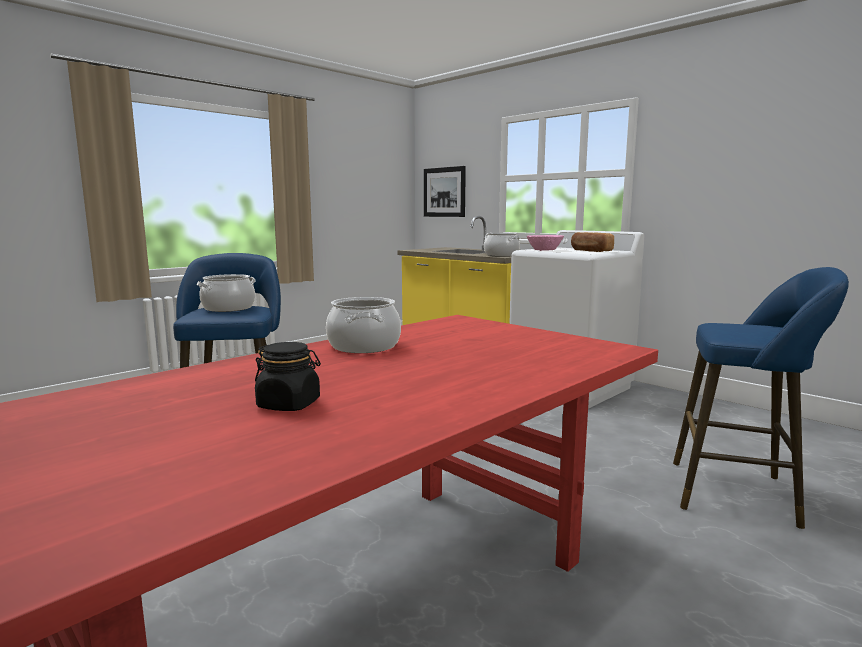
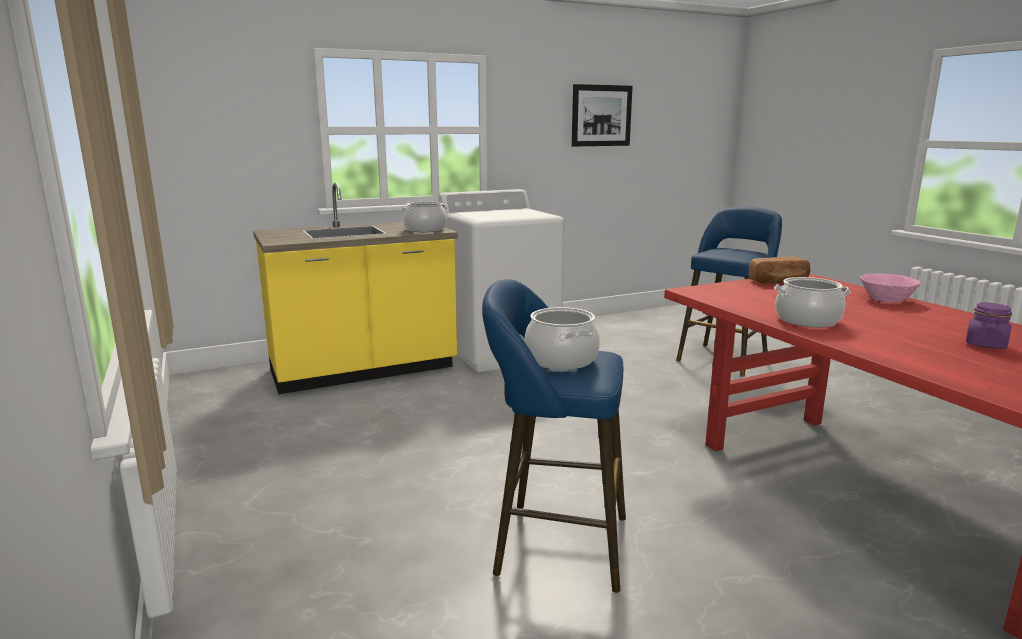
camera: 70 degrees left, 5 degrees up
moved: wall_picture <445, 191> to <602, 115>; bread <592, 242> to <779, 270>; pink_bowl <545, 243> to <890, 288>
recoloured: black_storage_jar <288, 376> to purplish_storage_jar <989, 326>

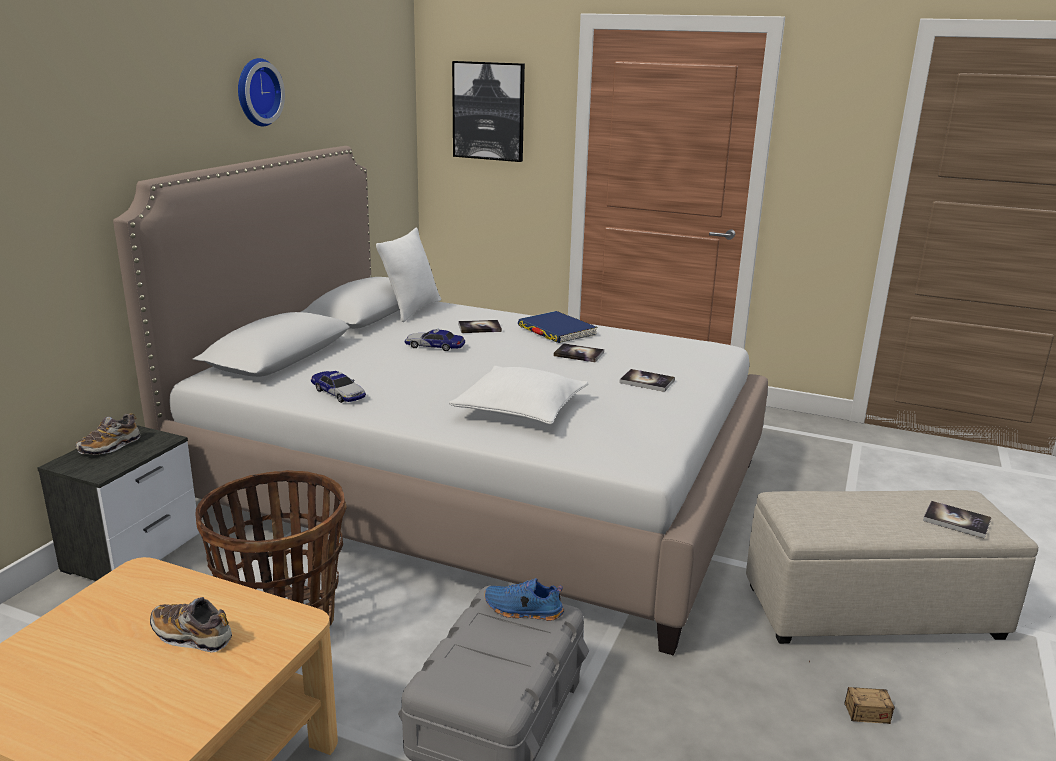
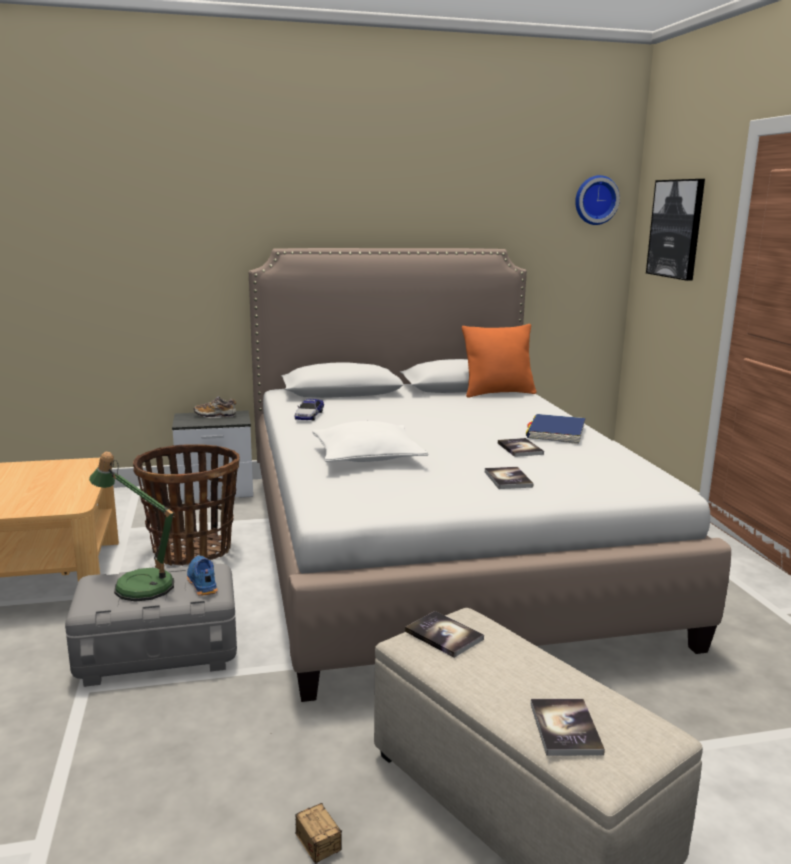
camera: 55 degrees right, 5 degrees down
removed: item_of_footwear <191, 625>; toy_car <435, 340>
added: lamp_for_a_table <132, 526>
moved: bound_book <480, 326> to <444, 634>; clock_on_the_wall <261, 92> to <597, 200>
recoloured: white-coloured_pillow <408, 275> to orange-coloured_pillow <499, 361>

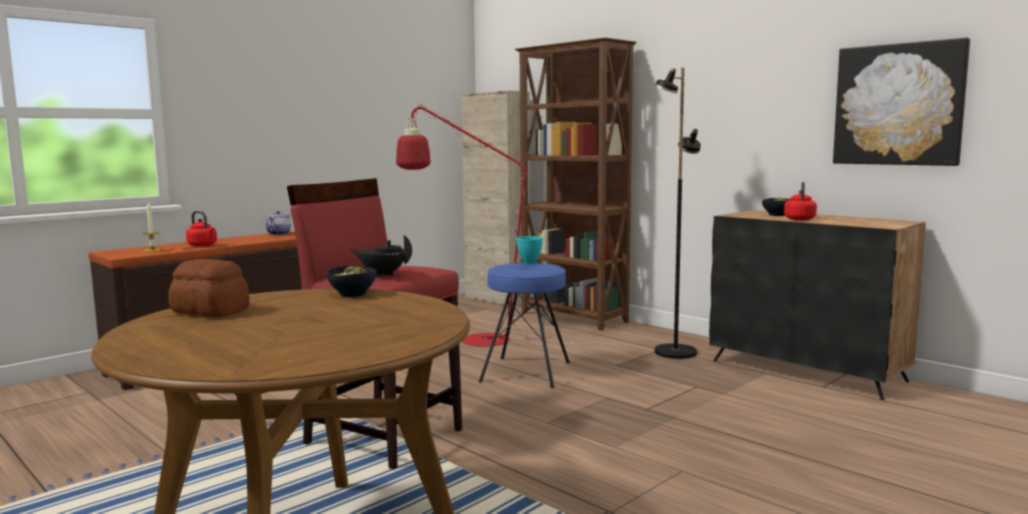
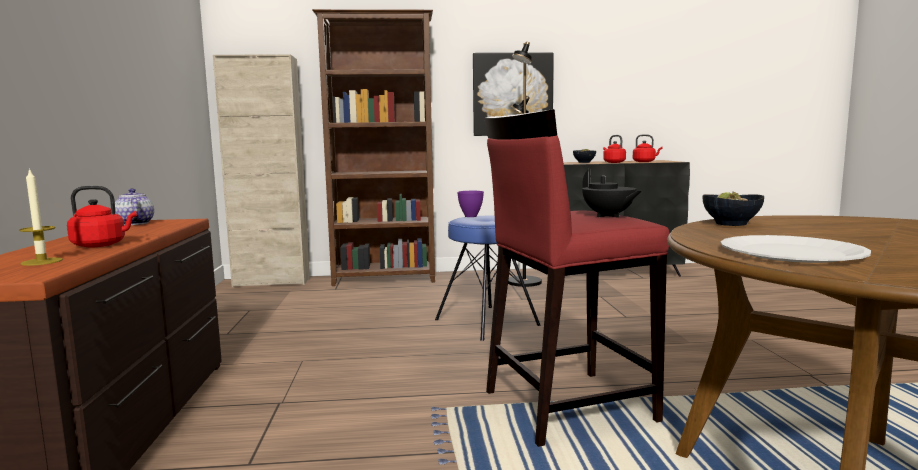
camera: 50 degrees left, 0 degrees up
removed: reddish_standing_lamp <507, 225>
added: reddish_water_kettle <648, 148>
moved: wall_picture <901, 102> to <513, 94>
replaced: bread <208, 288> to white-coloured_flat_dish <795, 249>
recoloured: turquoise-coloured_bowl <529, 250> to purplish_bowl <470, 204>
turned: black_tea_pot <381, 256> = <612, 193> 90 degrees counterclockwise

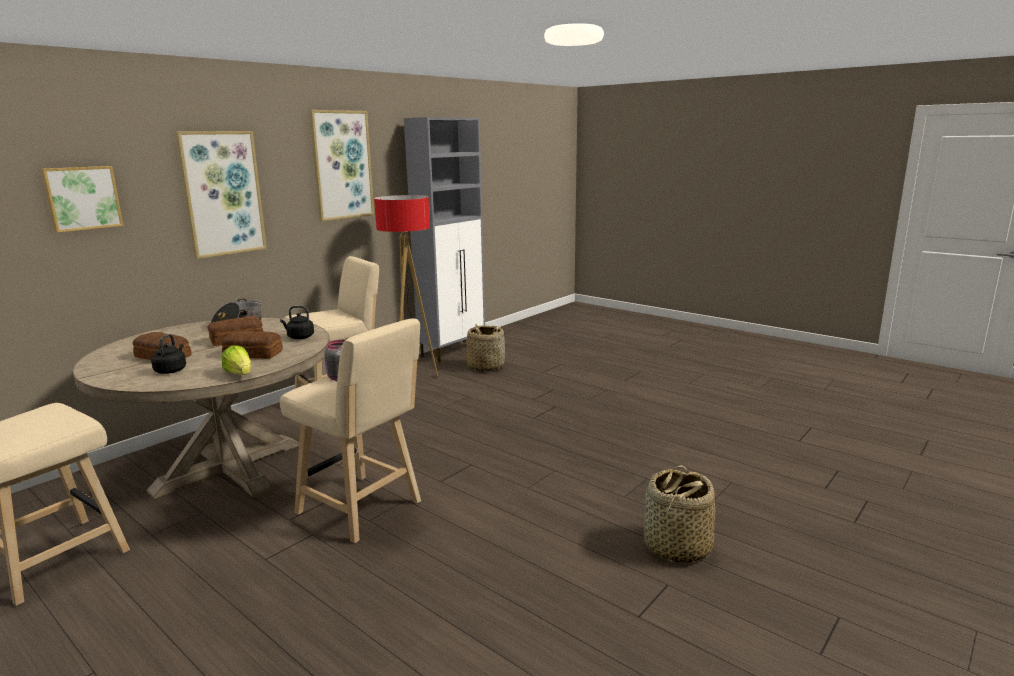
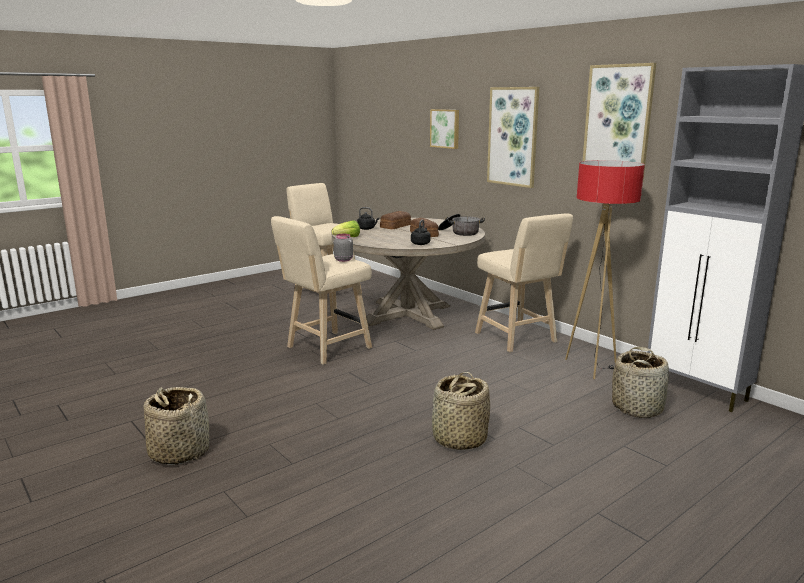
camera: 100 degrees right, 0 degrees up
removed: bread <252, 345>
added: basket <461, 411>

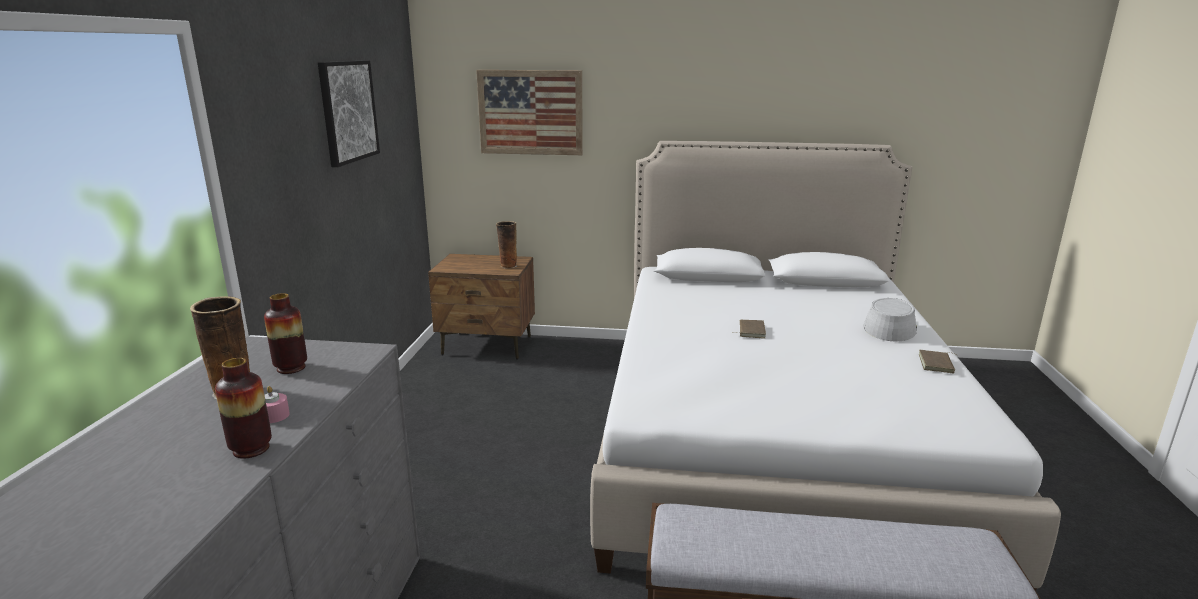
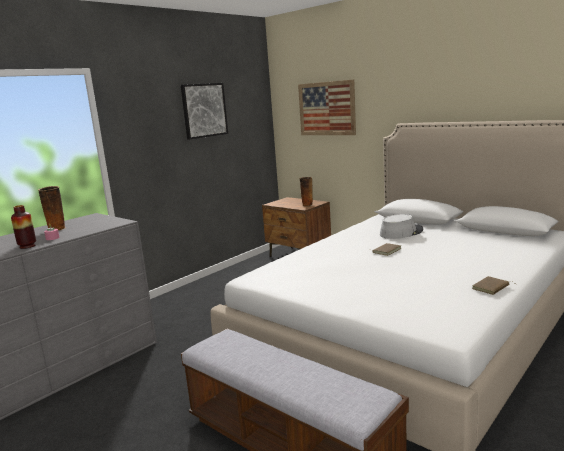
camera: 35 degrees right, 5 degrees down
removed: vase <285, 333>
moved: gray_clothing_hat <890, 319> to <401, 226>

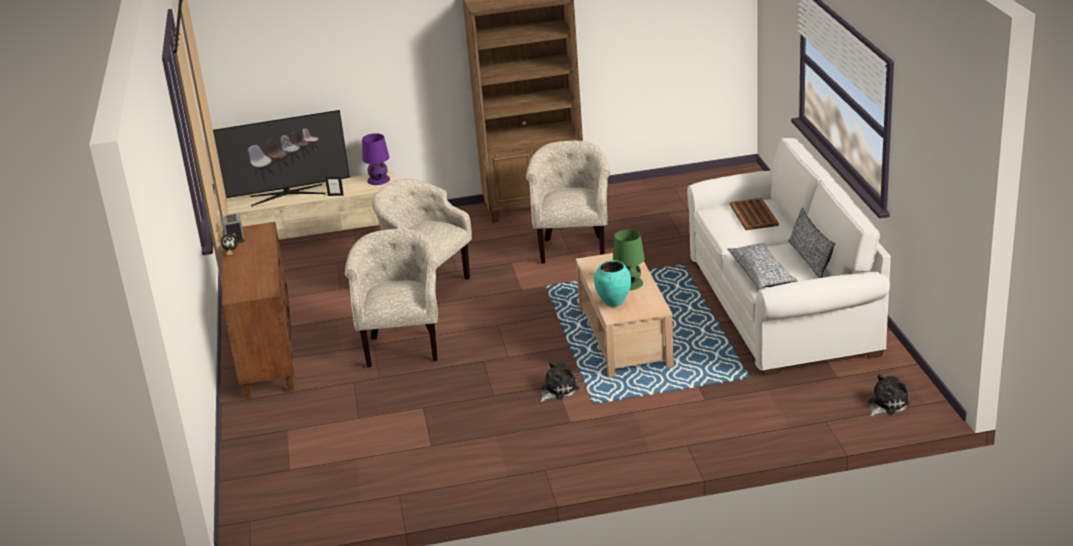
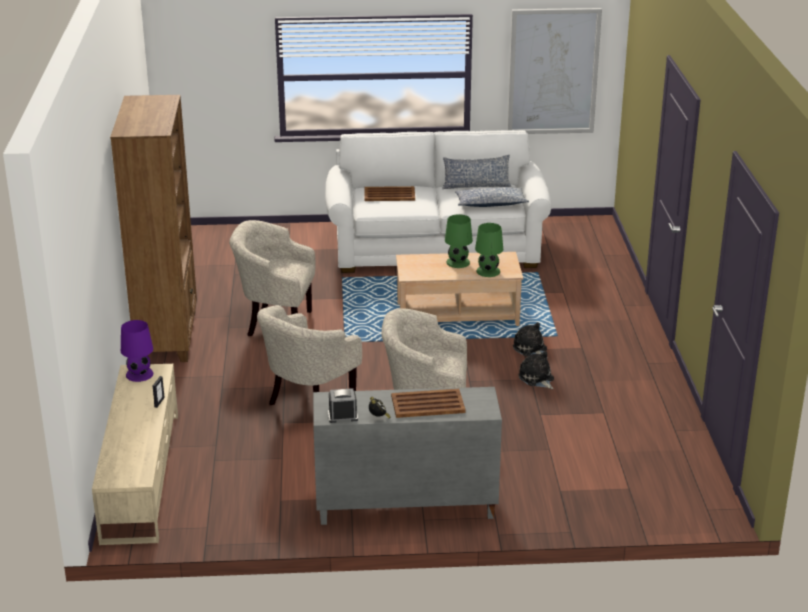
camera: 85 degrees left, 0 degrees up
removed: television <281, 158>
added: brownish_serving_tray <428, 403>; wall_picture <554, 71>
moved: soft_toy <889, 395> to <536, 370>
replaced: turquoise-coloured_vase <612, 283> to greenish_lamp_for_a_table <489, 250>
recoloured: brownish_cupboard <258, 310> to gray_cupboard <407, 456>

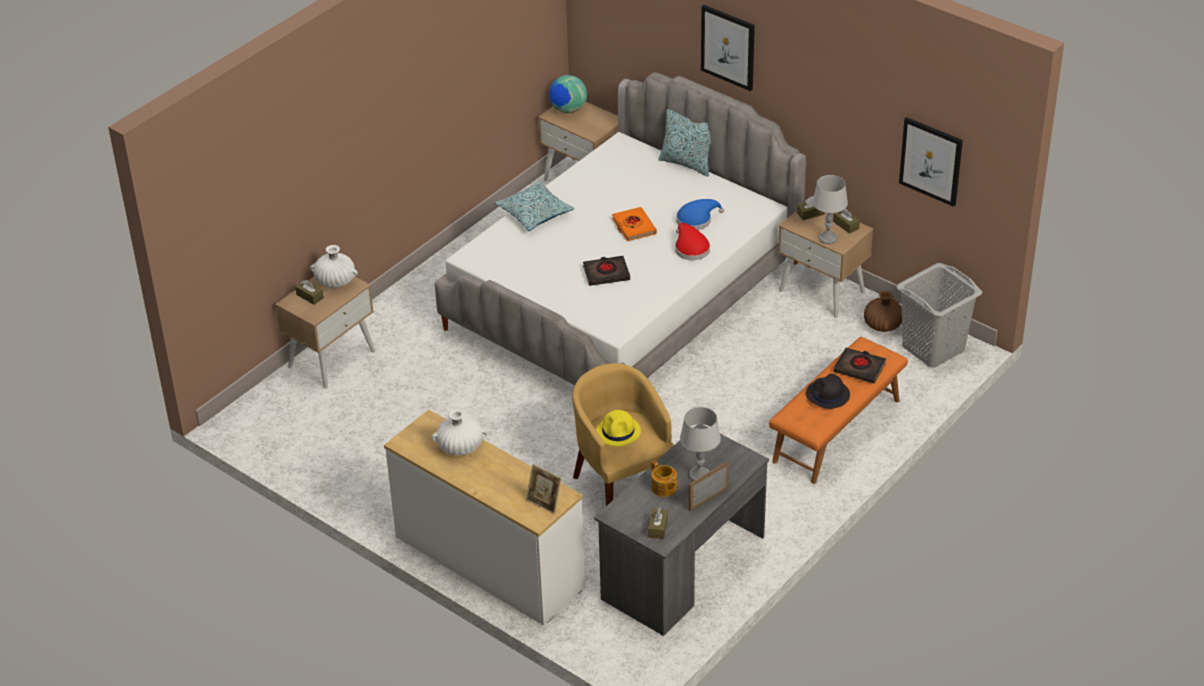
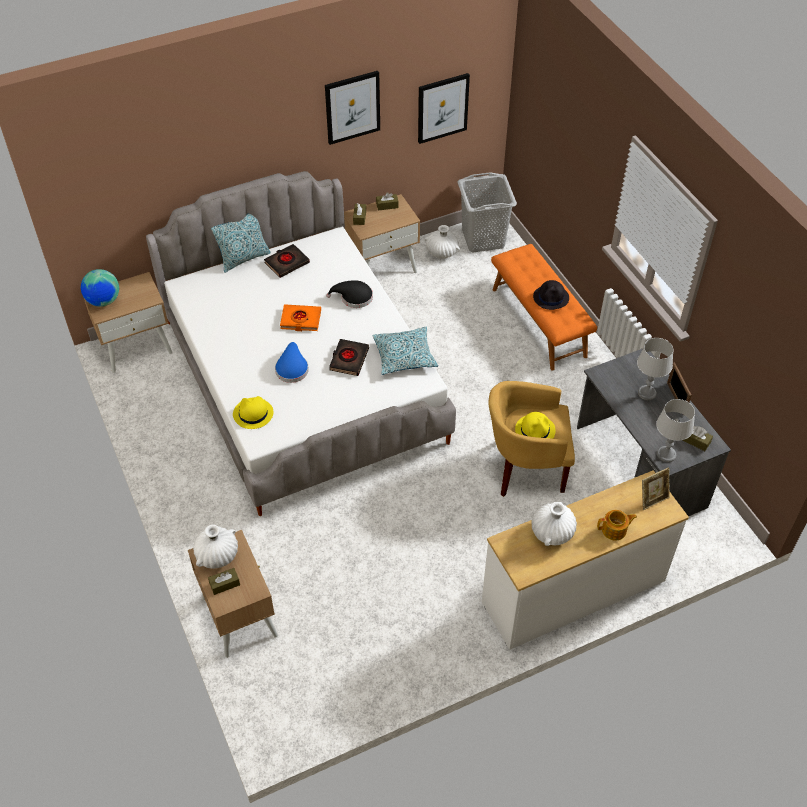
camera: 65 degrees left, 10 degrees up
added: yellow_clothing_hat <253, 412>
moved: black_bound_book <860, 366> to <287, 261>; blue-coloured_clothing_hat <700, 214> to <292, 362>; wall_picture <728, 48> to <352, 108>; pillow <535, 206> to <405, 351>; tea_pot <664, 478> to <617, 525>; gray_lamp_for_a_table <830, 209> to <675, 430>
recoloured: reddish_clothing_hat <692, 241> to black_clothing_hat <349, 294>; brownish_vase <883, 311> to white-coloured_vase <442, 242>

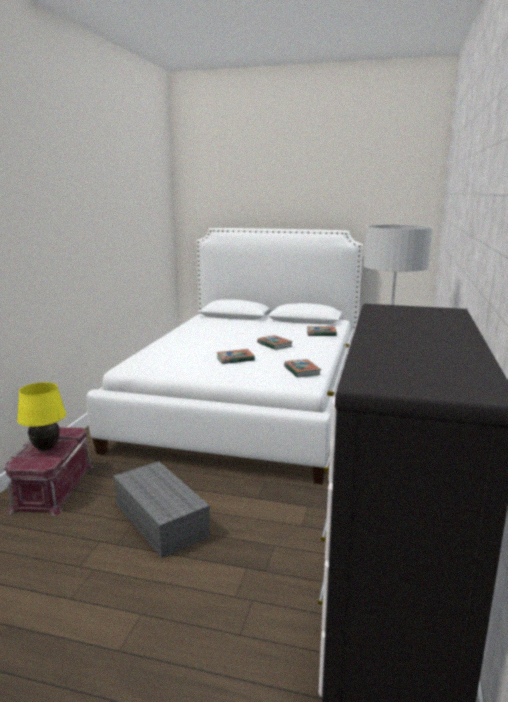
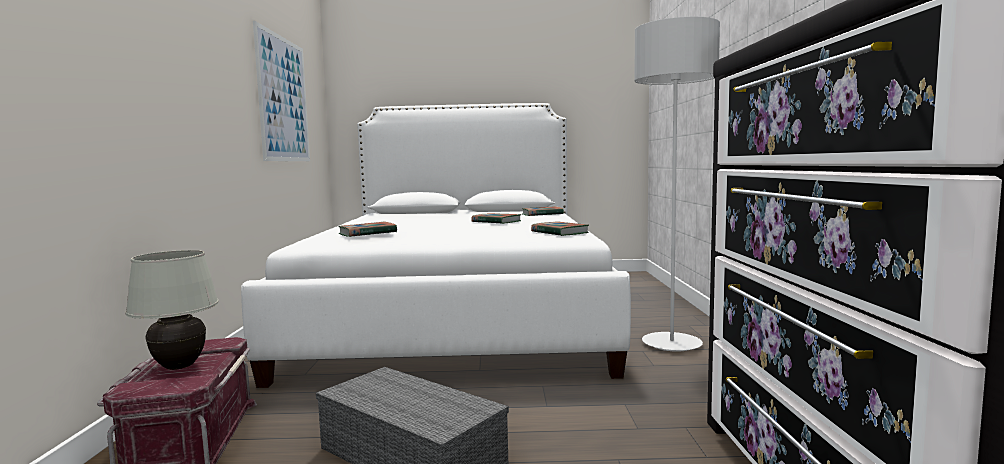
camera: 15 degrees left, 10 degrees down
added: wall_picture <281, 91>
moved: bound_book <235, 356> to <367, 229>
recoloured: yellow_lamp_for_a_table <41, 416> to white-coloured_lamp_for_a_table <172, 310>

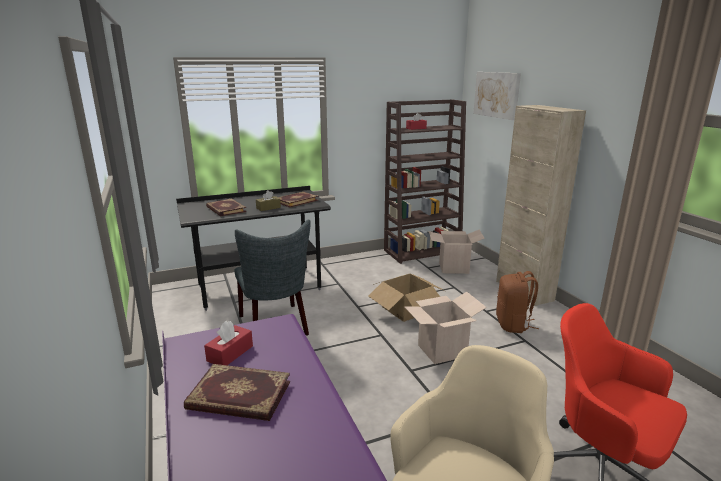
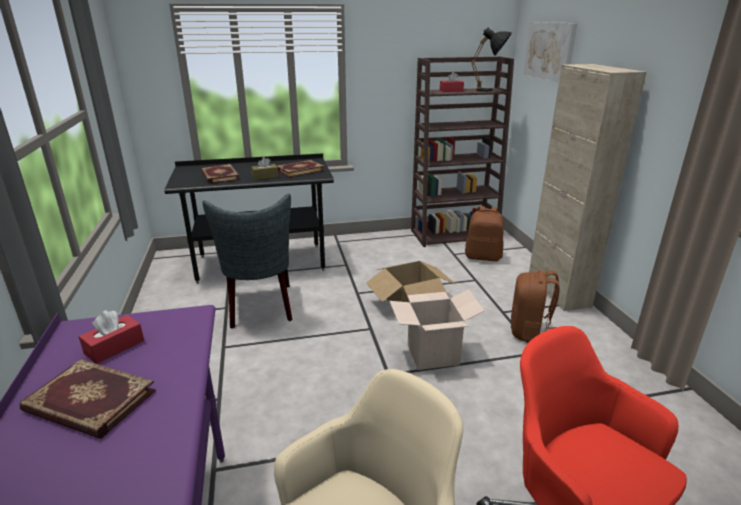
camera: 10 degrees right, 5 degrees up
added: black_lamp_for_a_table <491, 60>
replaced: carton <457, 252> to brownish_backpack <484, 233>

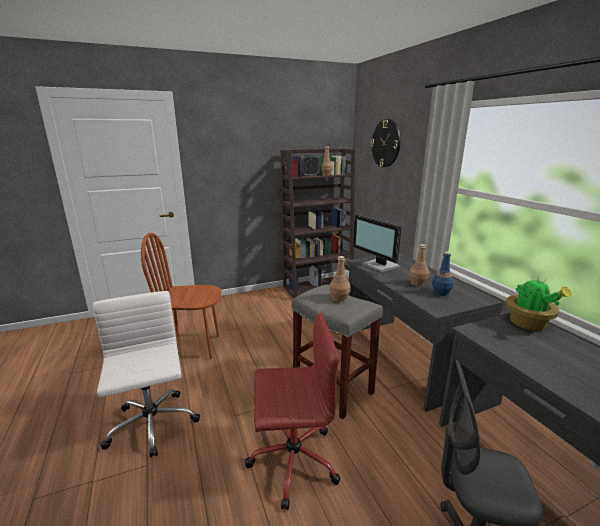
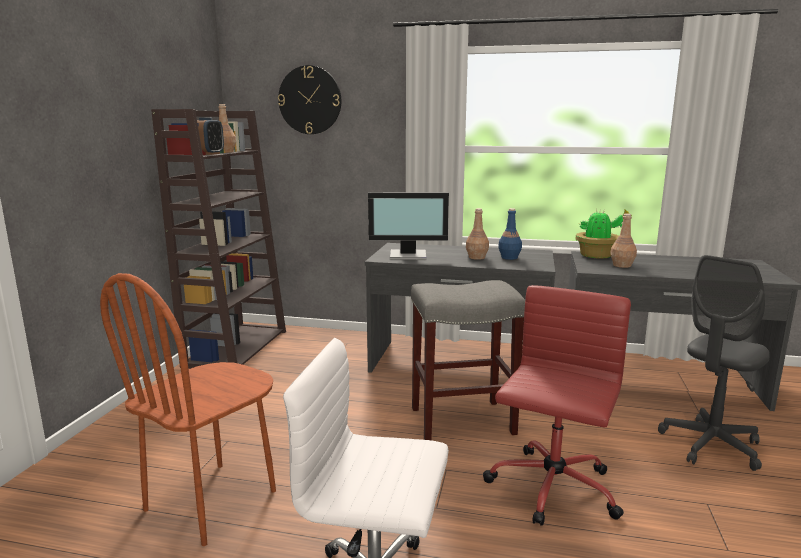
camera: 55 degrees left, 5 degrees down
moved: brownish_drink_bottle <339, 279> to <623, 241>

